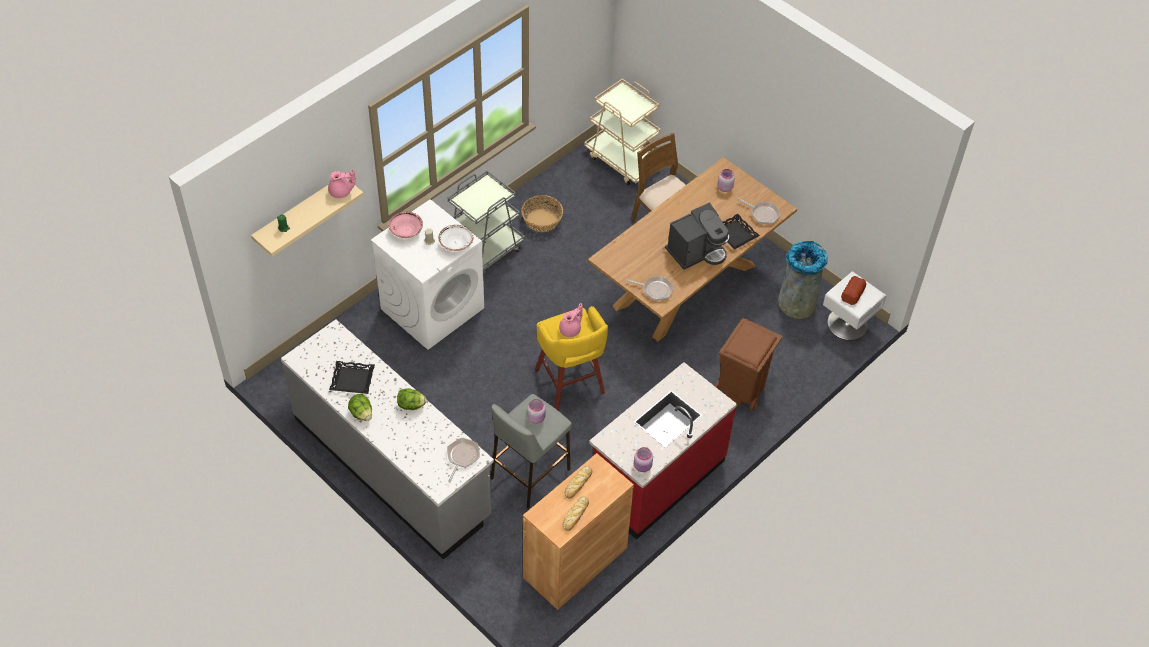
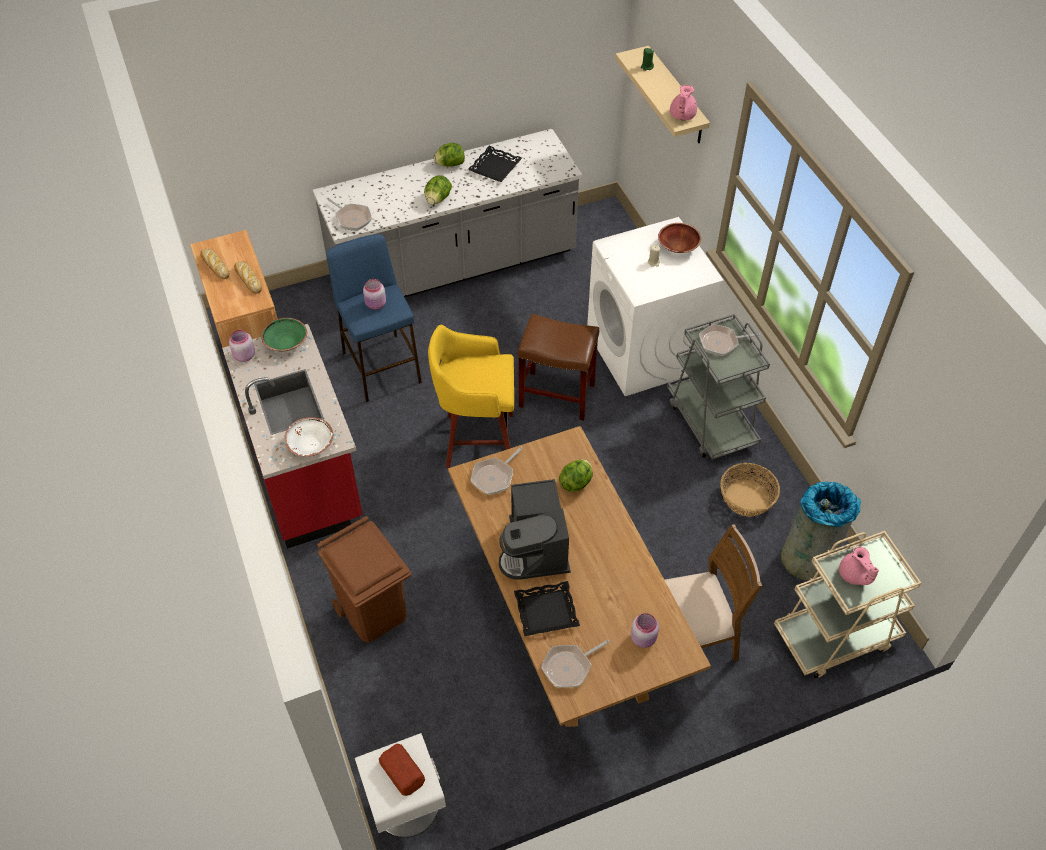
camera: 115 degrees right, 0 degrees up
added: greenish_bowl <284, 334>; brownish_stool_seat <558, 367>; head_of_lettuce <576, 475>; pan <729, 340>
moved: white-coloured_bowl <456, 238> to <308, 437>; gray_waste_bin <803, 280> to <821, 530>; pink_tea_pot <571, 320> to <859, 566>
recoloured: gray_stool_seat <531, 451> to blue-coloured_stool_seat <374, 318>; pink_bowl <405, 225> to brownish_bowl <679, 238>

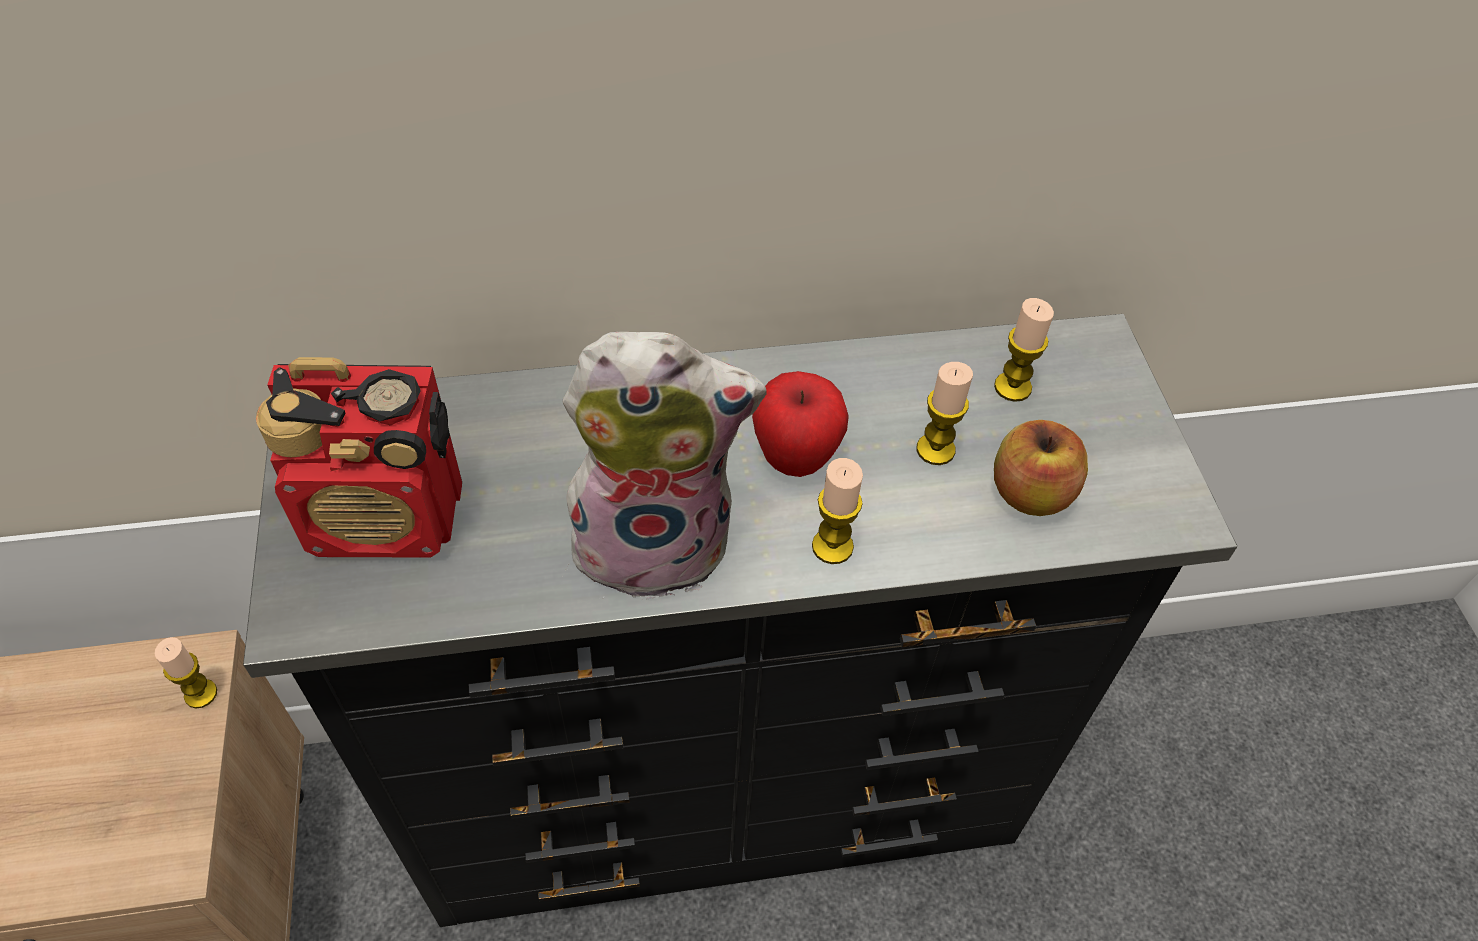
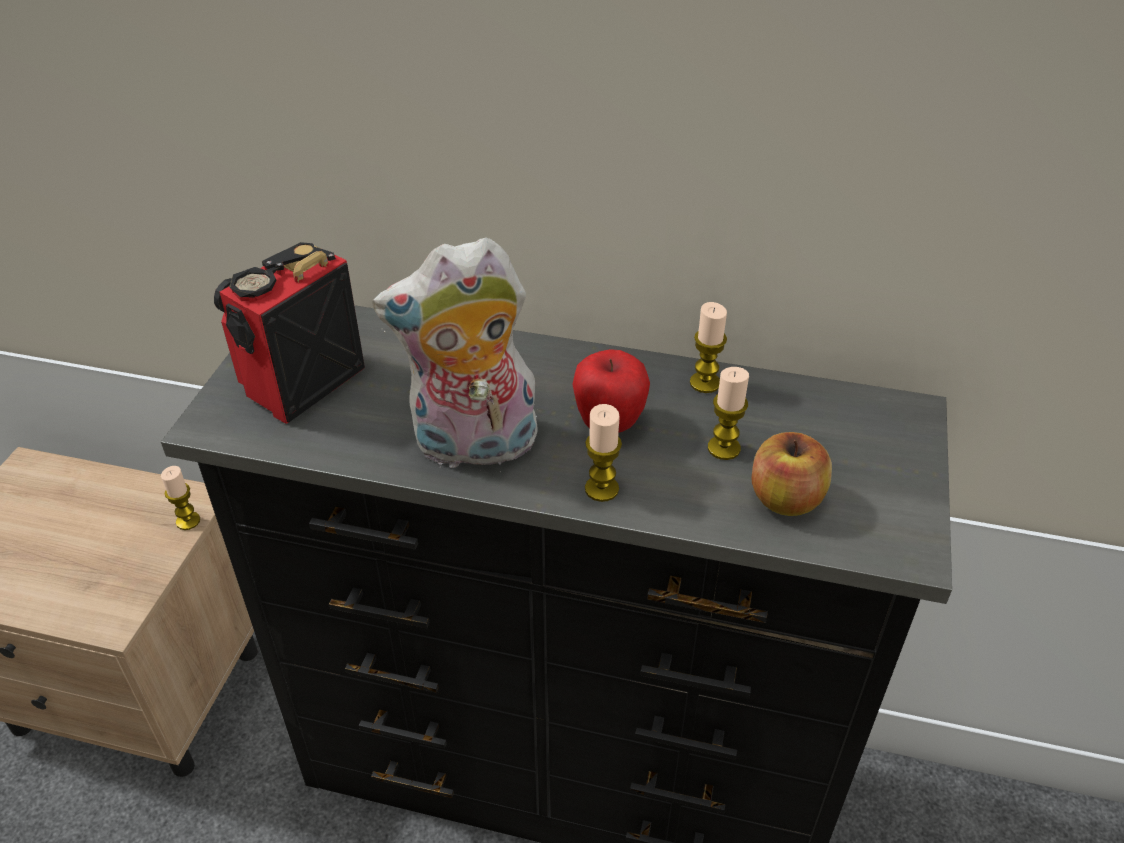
camera: 25 degrees right, 10 degrees down
moved: wax_candle <1024, 350> to <708, 347>
turned: radio_receiver <359, 457> = <289, 333> 105 degrees clockwise; soft_toy <664, 466> = <456, 354> 150 degrees clockwise

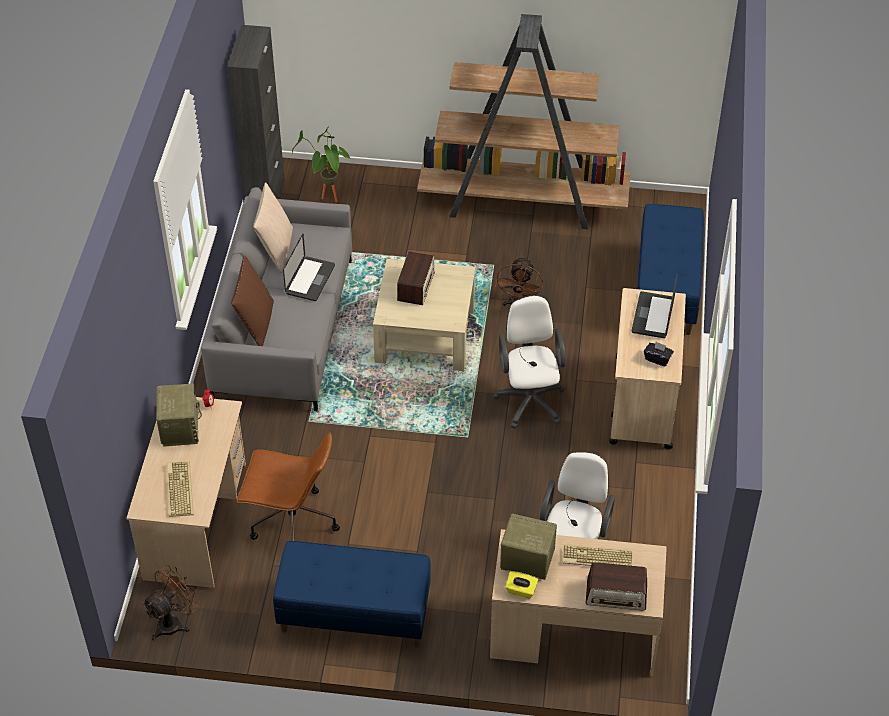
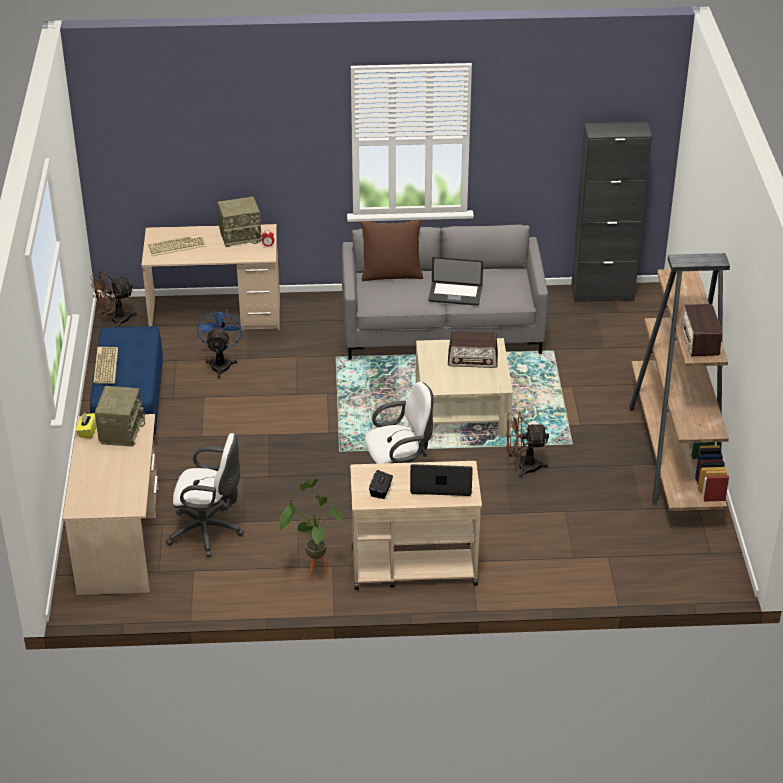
camera: 80 degrees right, 10 degrees down
removed: sand-coloured_pillow <273, 227>; blue-coloured_long_seat <670, 269>
moved: keyboard <597, 555> to <106, 365>; houseplant <321, 163> to <312, 528>; radio_receiver <616, 586> to <701, 330>
replaced: brownish_computer_chair <288, 487> to blue-coloured_fan <220, 343>
turned: brownish_fan <171, 602> = <113, 299> 120 degrees clockwise

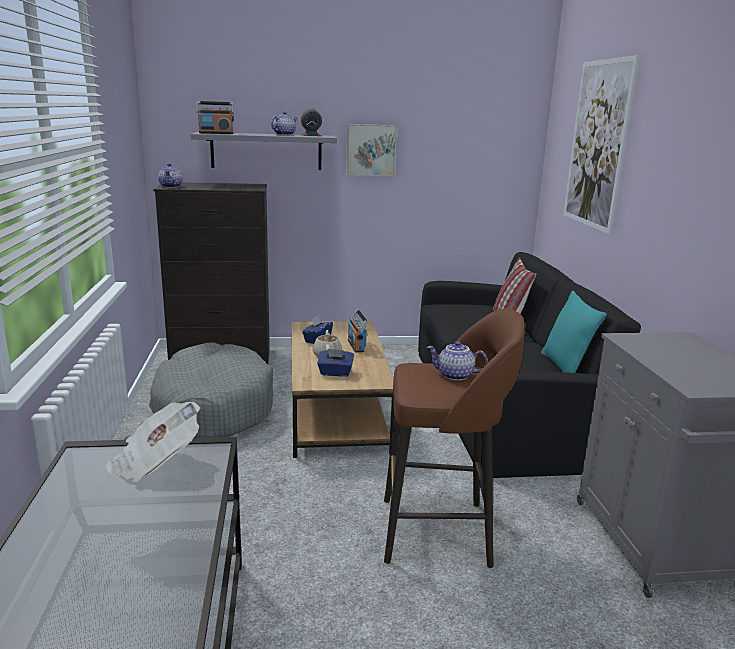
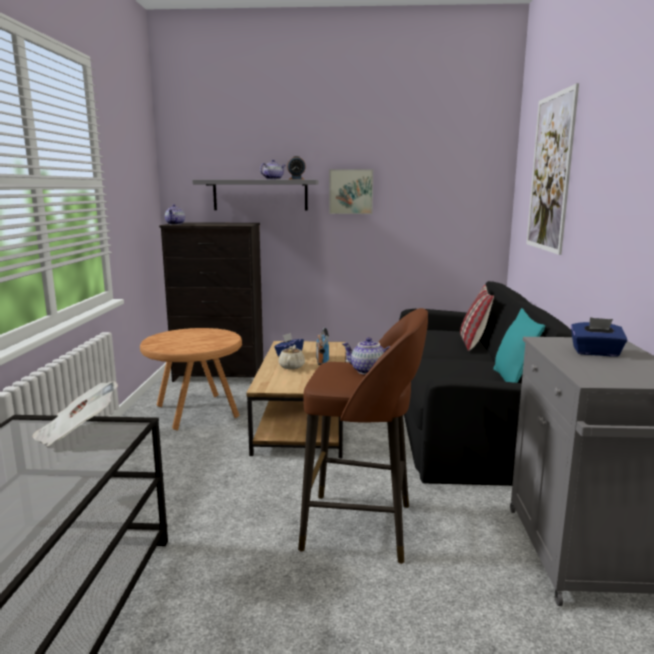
camera: 10 degrees right, 5 degrees down
removed: radio_receiver <215, 117>
moved: blue-coloured_tissue_box <335, 363> to <599, 337>
replaced: gray_pet_bed <211, 390> to brownish_side_table <191, 379>

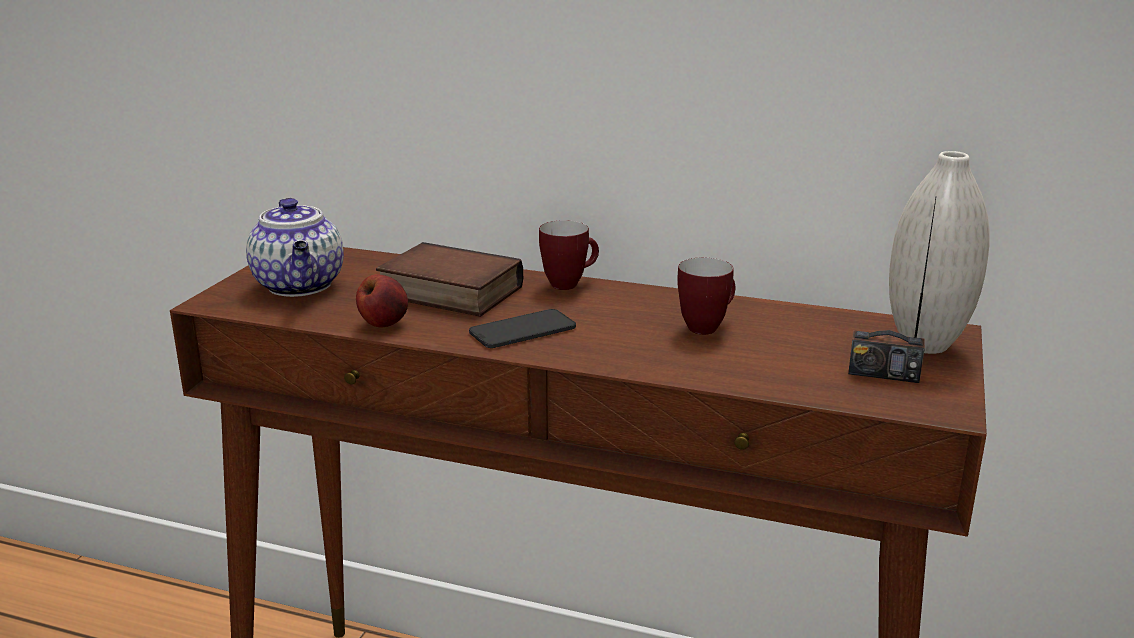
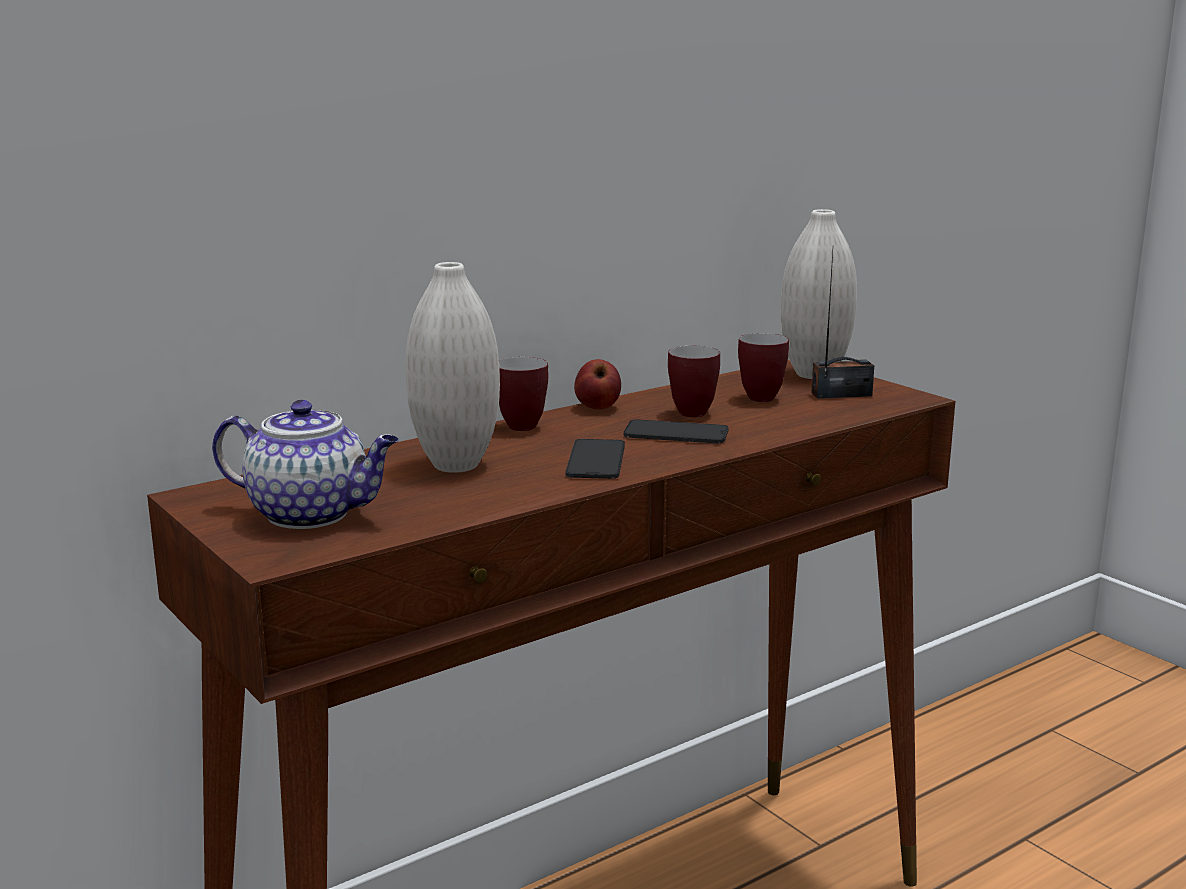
camera: 55 degrees left, 5 degrees down
added: phone <676, 431>; mug <763, 367>
moved: apple <382, 300> to <597, 384>
replaced: bound_book <449, 279> to white-coloured_vase <453, 367>
turned: radio_receiver <892, 290> = <843, 325> 150 degrees counterclockwise

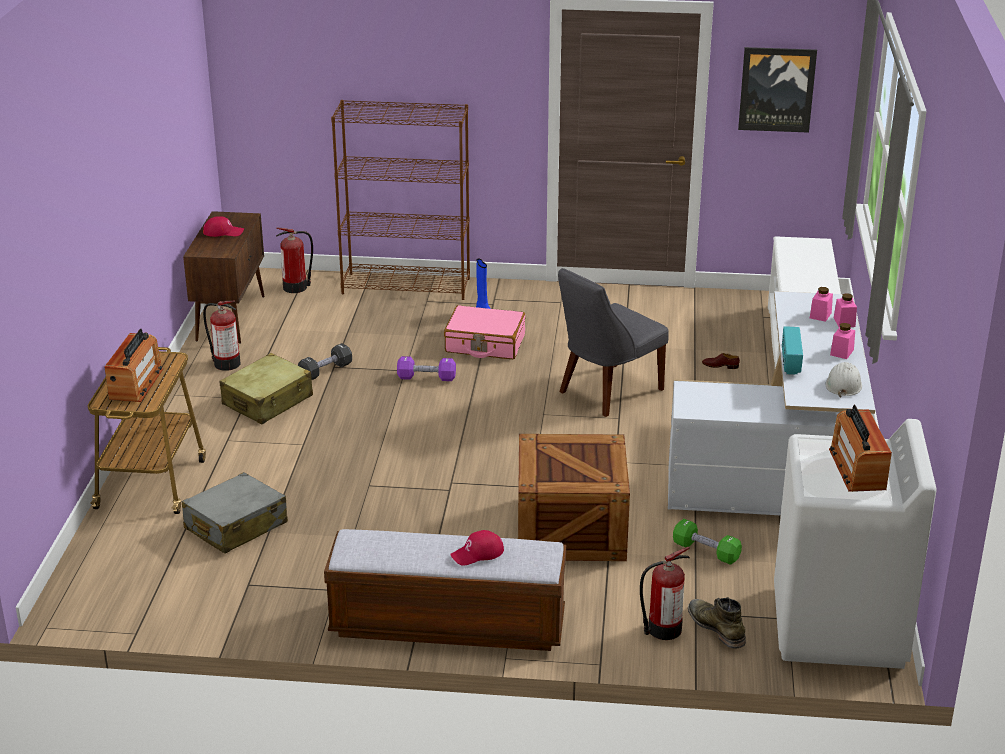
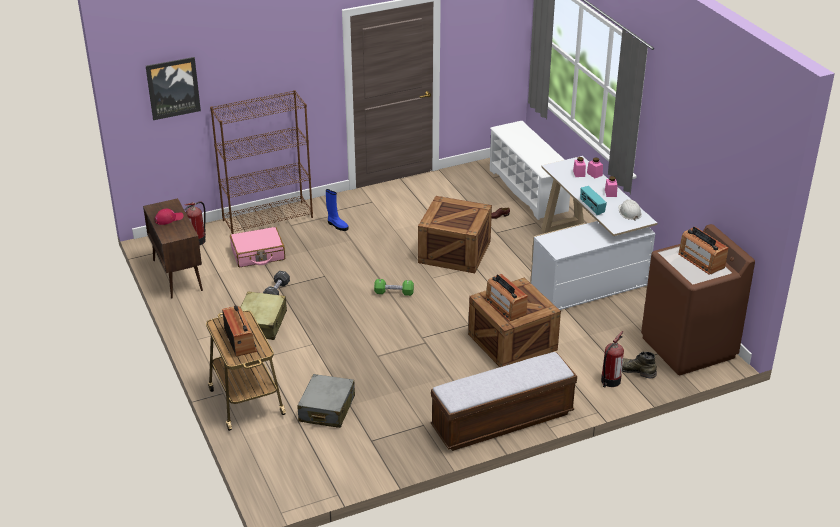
camera: 30 degrees left, 5 degrees up
removed: fire-fighting_cylinder <221, 336>; purplish_hand_weight <426, 368>; reddish_baseball_cap <477, 548>
added: radio_receiver <506, 297>
moved: wall_picture <777, 90> to <173, 88>; pink_suitcase <484, 332> to <257, 247>; greenish_hand_weight <707, 542> to <394, 287>
replaced: gray_upright_chair <613, 342> to crate <455, 234>
recoloured: white-coloured_laundry_appliance <855, 544> to brownish_laundry_appliance <698, 299>

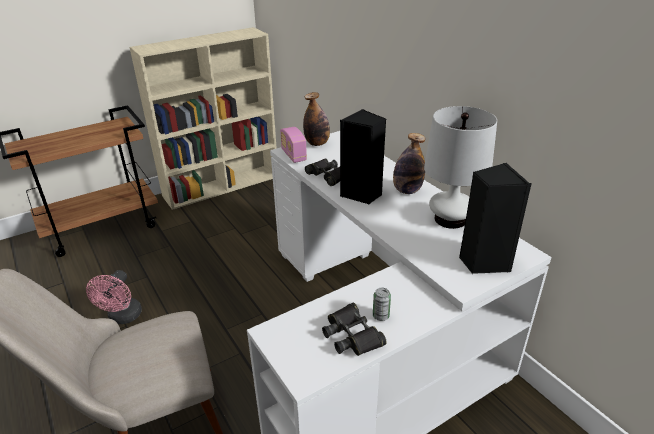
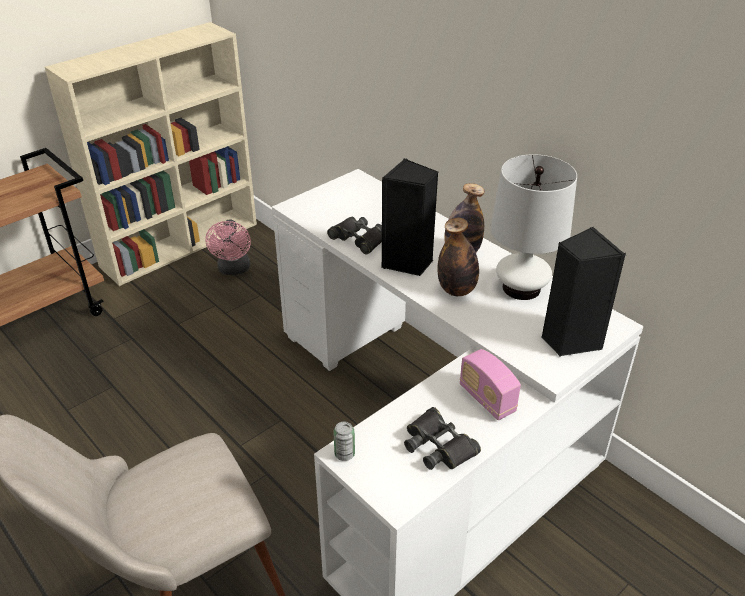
camera: 10 degrees left, 5 degrees up
moved: pink_fan <114, 297> to <228, 247>; sealed_can <382, 304> to <344, 441>; drink_bottle <316, 119> to <458, 256>; radio_receiver <293, 145> to <490, 384>

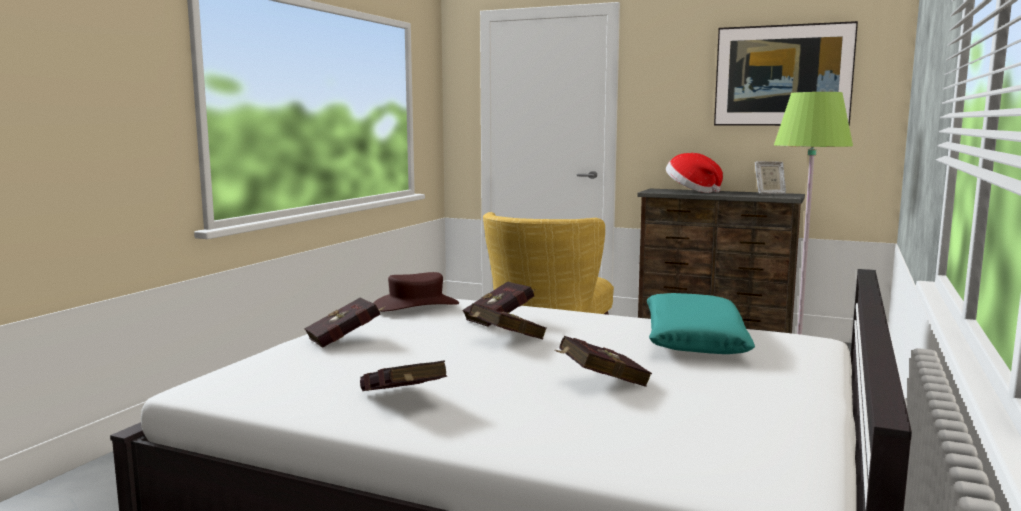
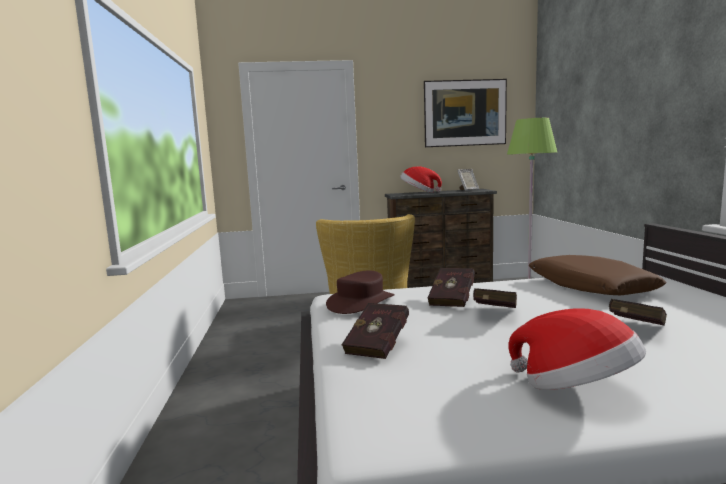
camera: 30 degrees left, 0 degrees up
replaced: reddish_bound_book <403, 375> to clothing_hat <577, 349>
recoloured: turquoise-coloured_pillow <701, 323> to brownish_pillow <598, 275>

